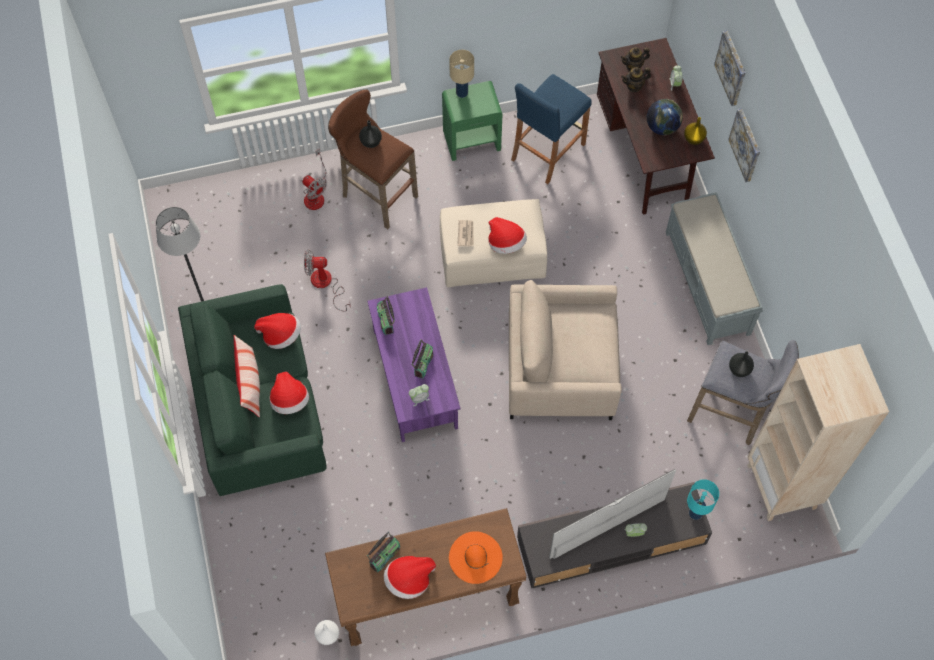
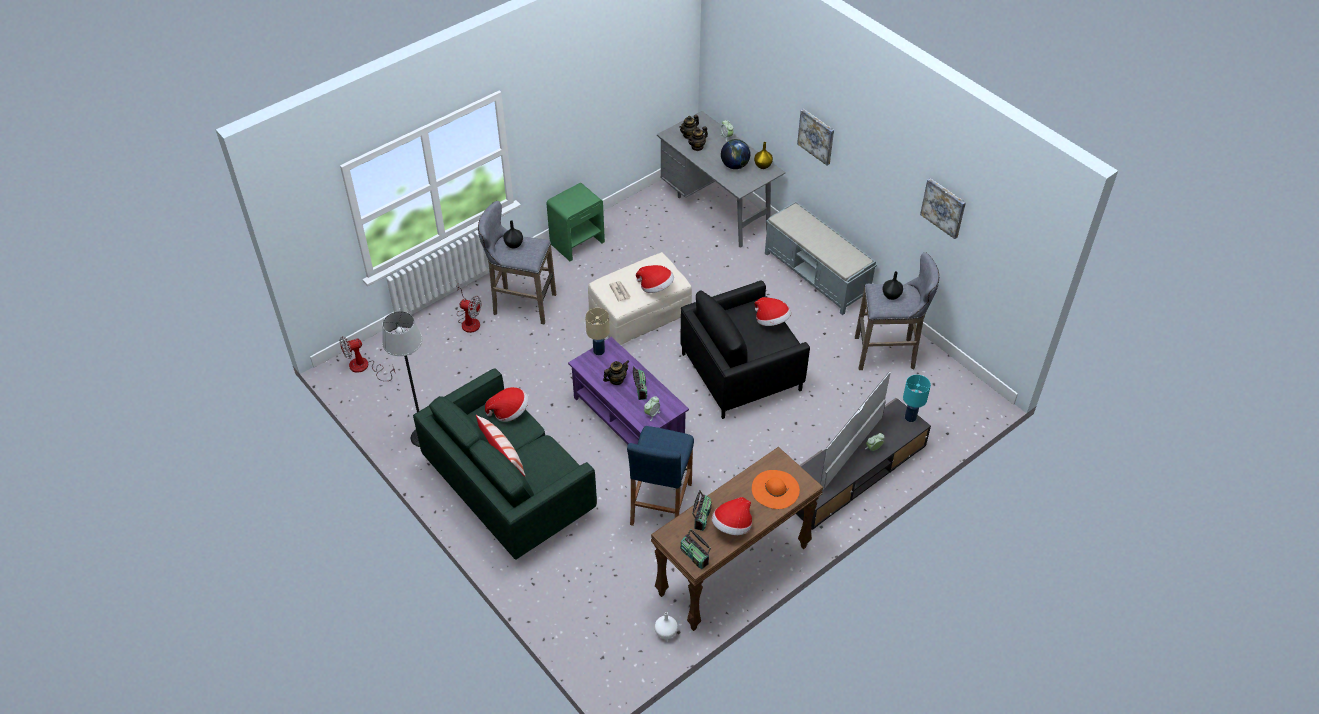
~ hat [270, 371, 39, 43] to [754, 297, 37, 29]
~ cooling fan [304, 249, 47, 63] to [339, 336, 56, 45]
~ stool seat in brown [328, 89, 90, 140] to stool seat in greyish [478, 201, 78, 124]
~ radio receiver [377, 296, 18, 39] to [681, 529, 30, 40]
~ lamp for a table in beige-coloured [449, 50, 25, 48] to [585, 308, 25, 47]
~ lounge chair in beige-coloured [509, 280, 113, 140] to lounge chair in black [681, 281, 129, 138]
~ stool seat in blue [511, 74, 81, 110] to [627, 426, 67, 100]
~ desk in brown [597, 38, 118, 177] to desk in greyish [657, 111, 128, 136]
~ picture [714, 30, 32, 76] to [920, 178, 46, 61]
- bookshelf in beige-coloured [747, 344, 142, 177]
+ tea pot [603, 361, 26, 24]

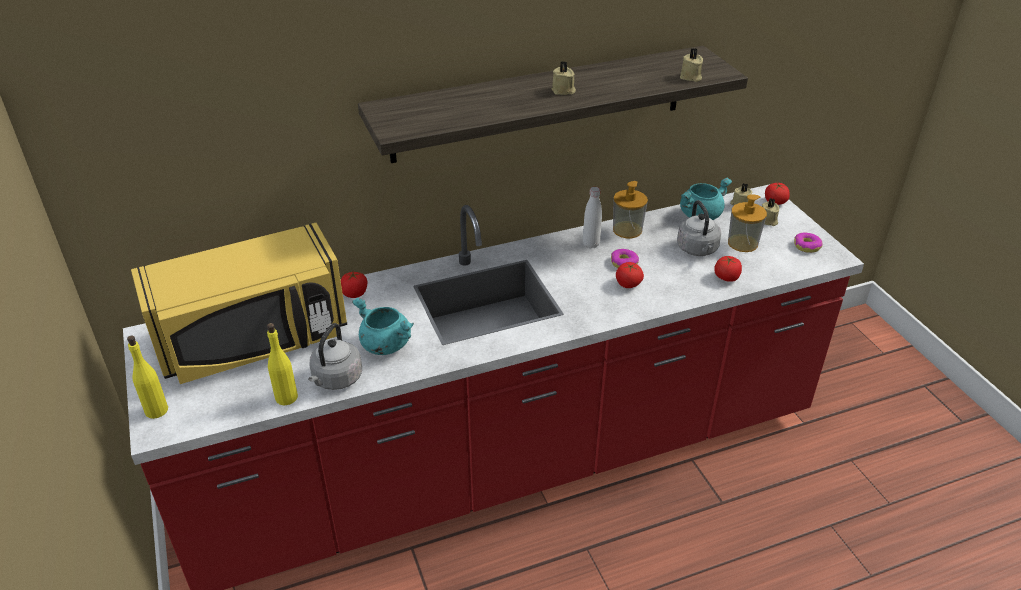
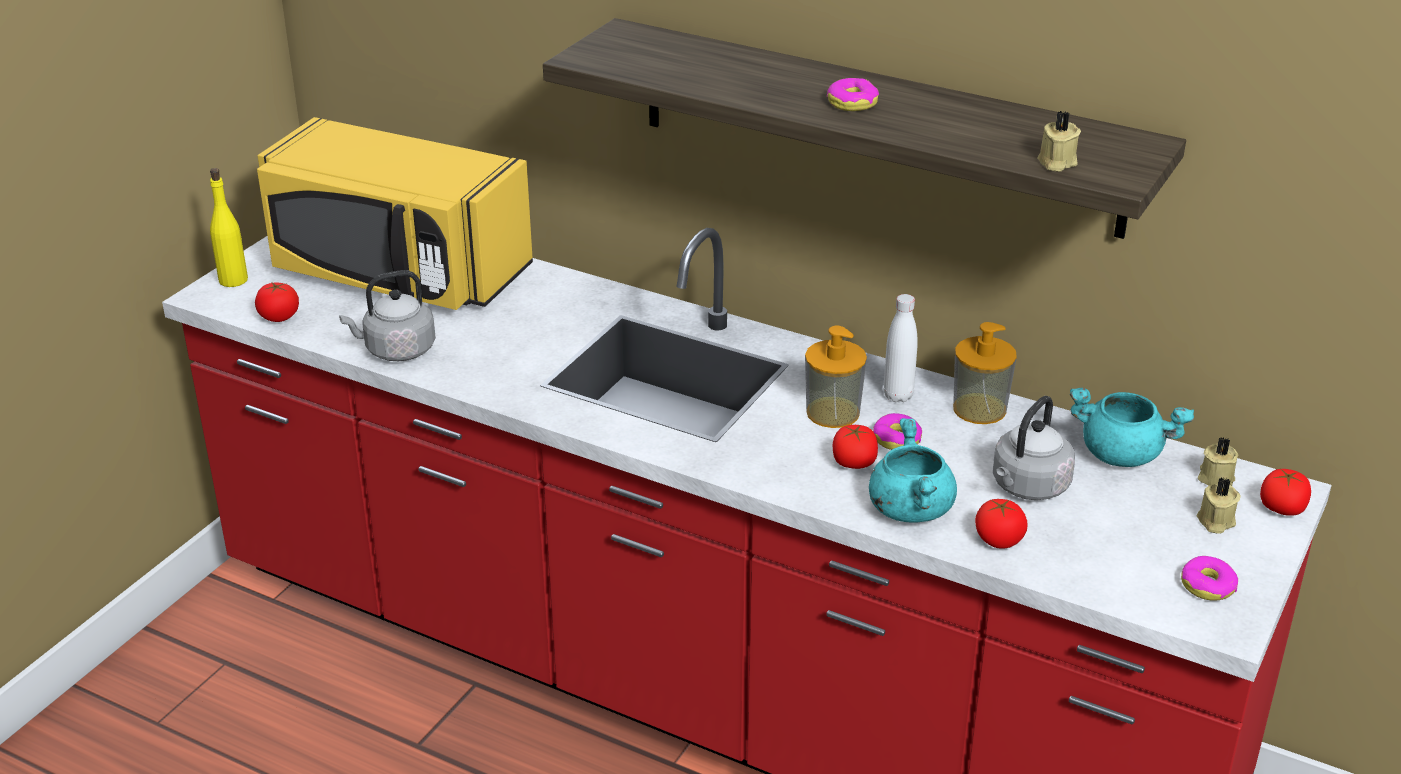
- drink bottle in yellow [267, 323, 31, 82]
~ tomato [341, 272, 26, 26] to [255, 282, 44, 40]
~ saucepot in blue-green [352, 297, 62, 58] to [869, 418, 88, 105]
~ wax candle in beige-coloured [552, 61, 24, 34] to doughnut [827, 78, 52, 33]
~ liquid soap bottle [728, 194, 39, 58] to [805, 325, 62, 103]

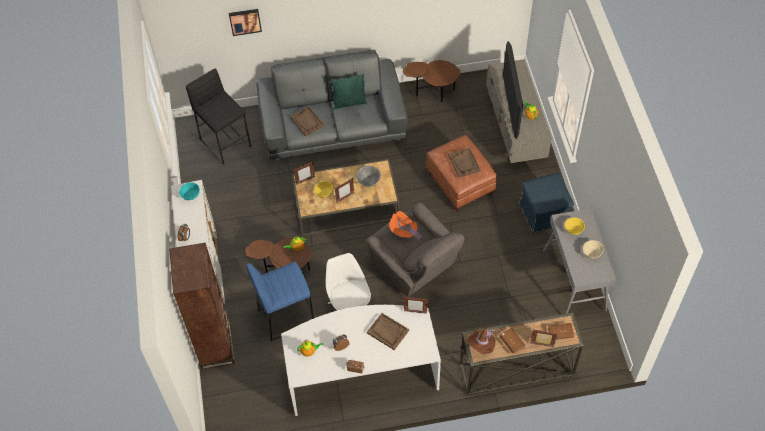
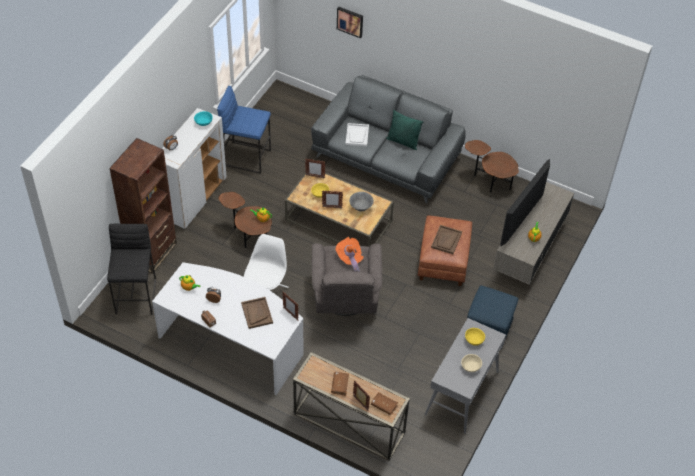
~ stool seat in black [186, 69, 65, 96] to [107, 224, 49, 91]
~ stool seat in blue [246, 261, 68, 80] to [217, 86, 54, 88]
~ carrying tray in brown [290, 107, 34, 29] to carrying tray in white [346, 123, 23, 23]
- hat in brown [465, 326, 30, 28]

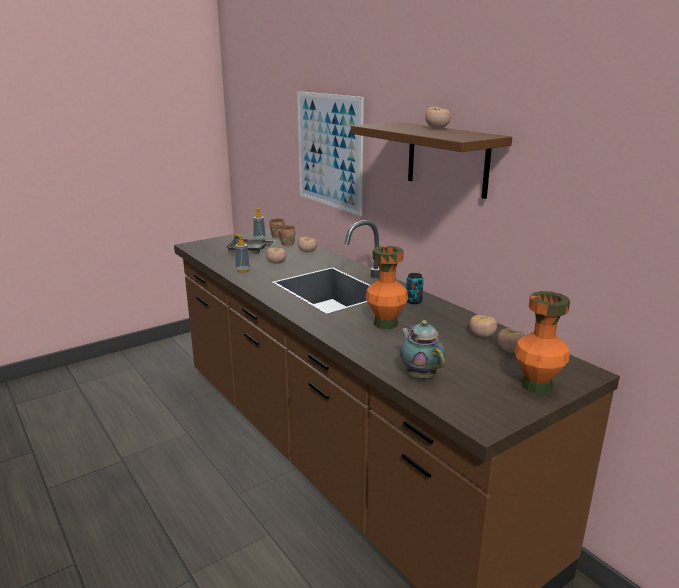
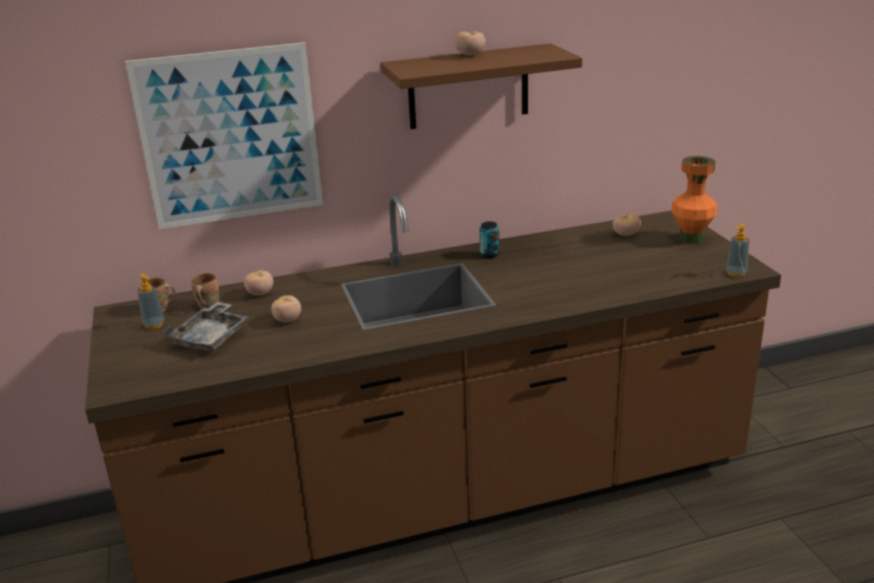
~ liquid soap bottle [234, 234, 16, 39] to [726, 223, 23, 54]
- flower vase in orangey [365, 246, 43, 83]
- tea pot [400, 320, 45, 59]
- tomato [469, 315, 28, 22]

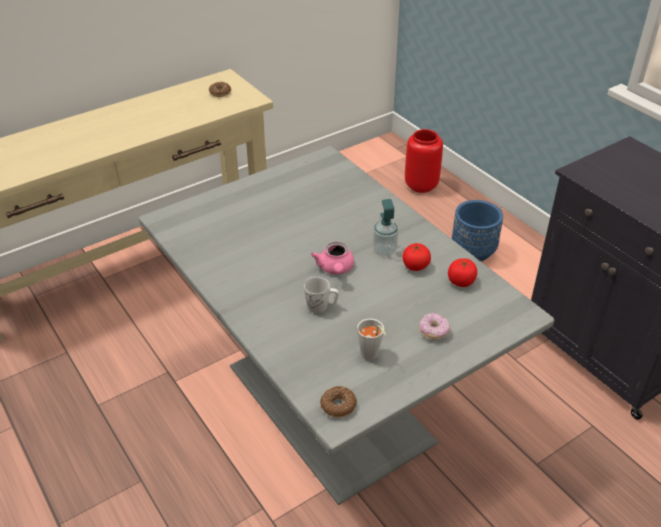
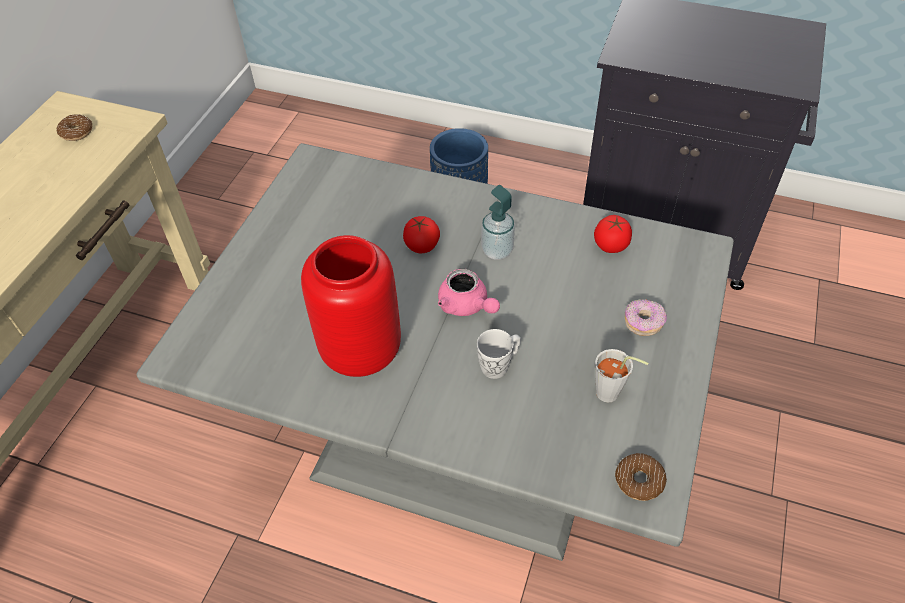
~ tomato [403, 242, 28, 29] to [403, 216, 37, 38]
~ flower vase in red-coloured [405, 129, 38, 64] to [301, 235, 100, 142]

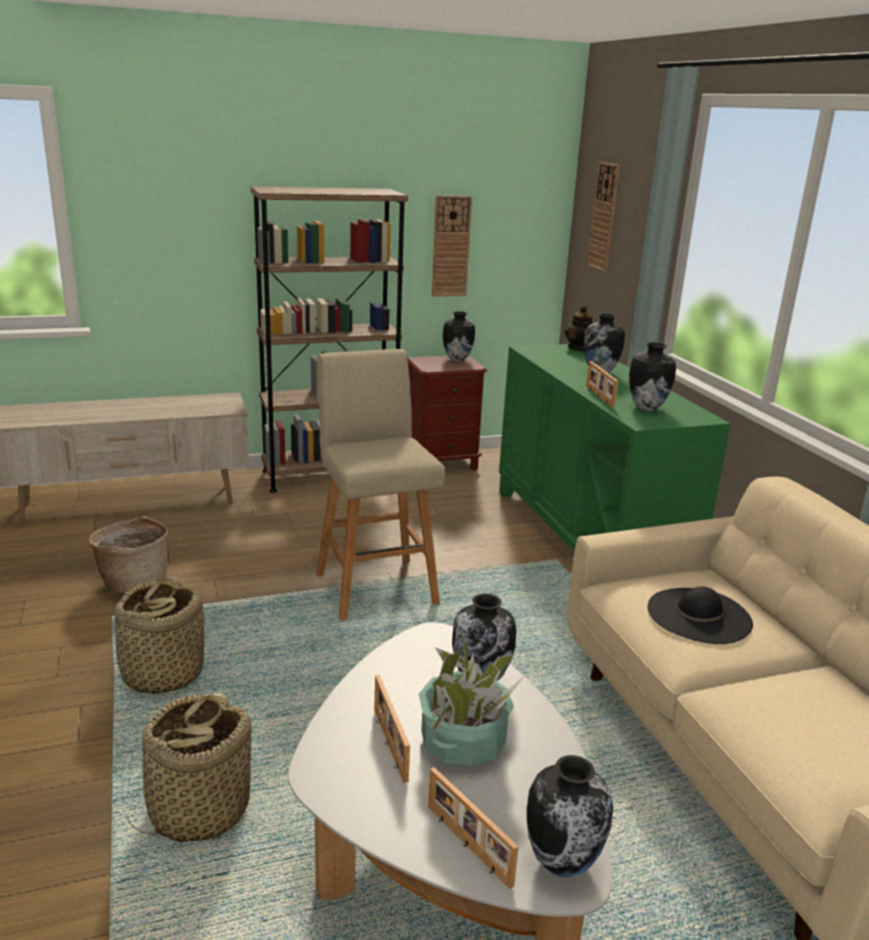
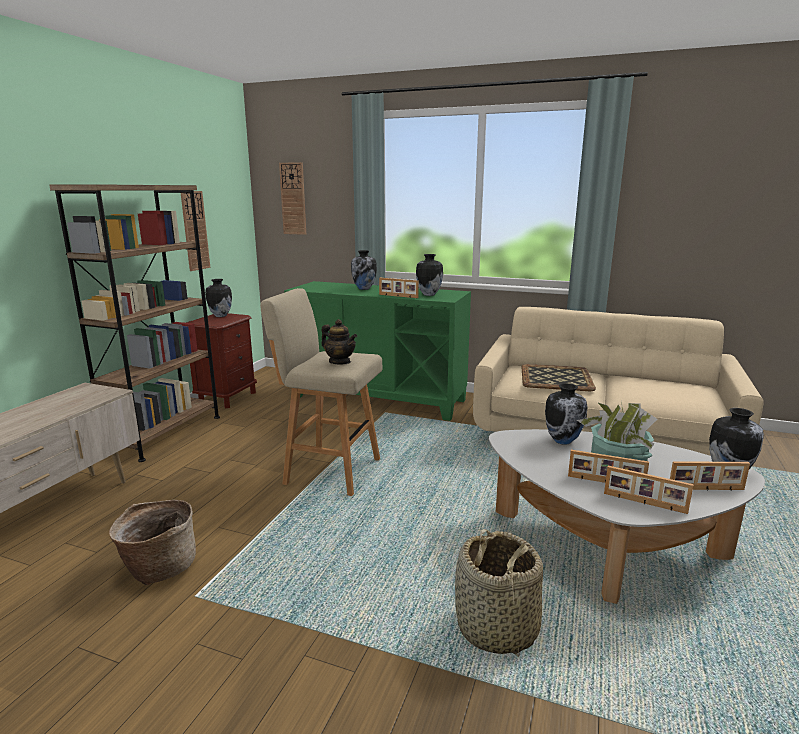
- storage basket [108, 577, 96, 117]
~ tea pot [564, 305, 29, 46] to [321, 319, 36, 45]
~ hat in black [648, 586, 105, 58] to carrying tray [521, 364, 75, 27]
+ photo frame [604, 466, 89, 48]

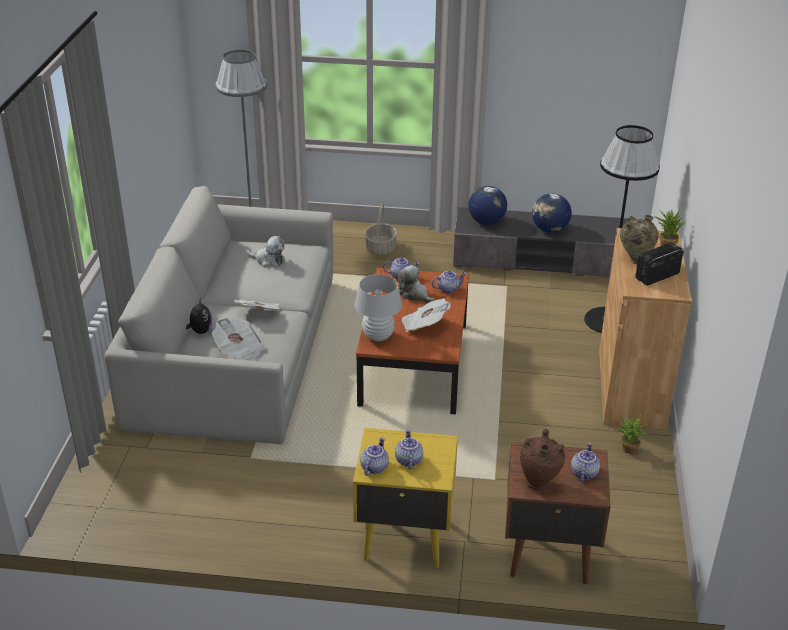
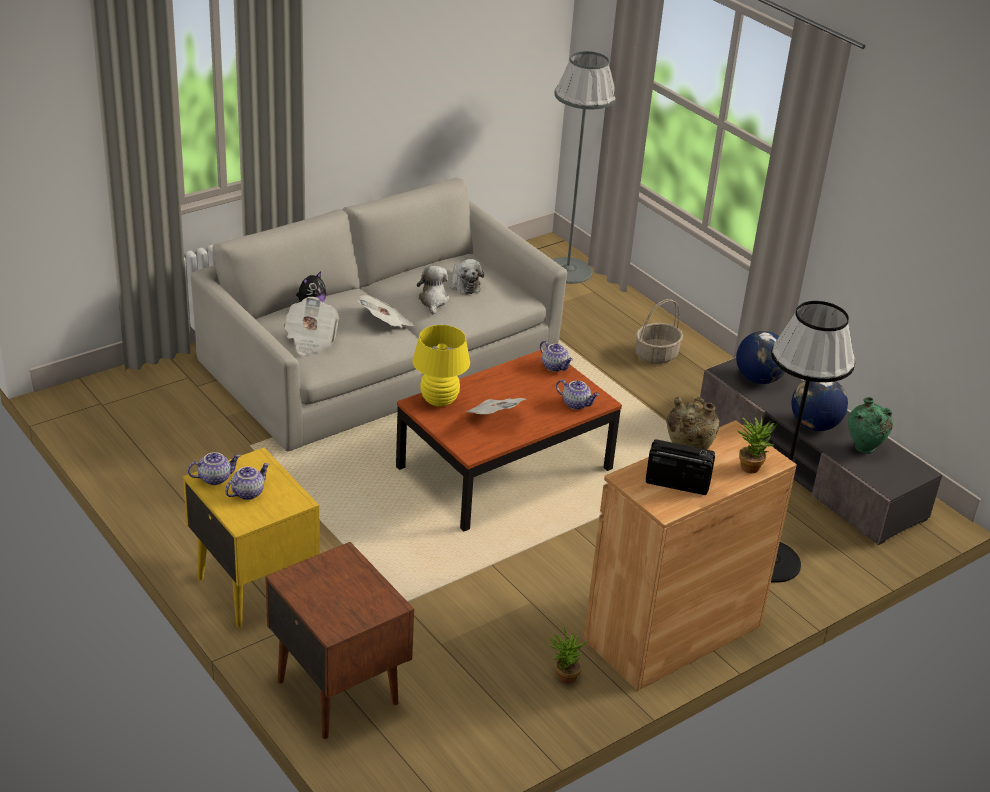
~ lamp for a table in white [355, 274, 47, 67] to lamp for a table in yellow [413, 325, 57, 82]
~ plush toy [398, 265, 36, 38] to [417, 265, 33, 50]
- flower vase in brown [520, 429, 45, 61]
- tea pot [571, 443, 29, 39]
+ flower vase in greenish [848, 397, 45, 57]

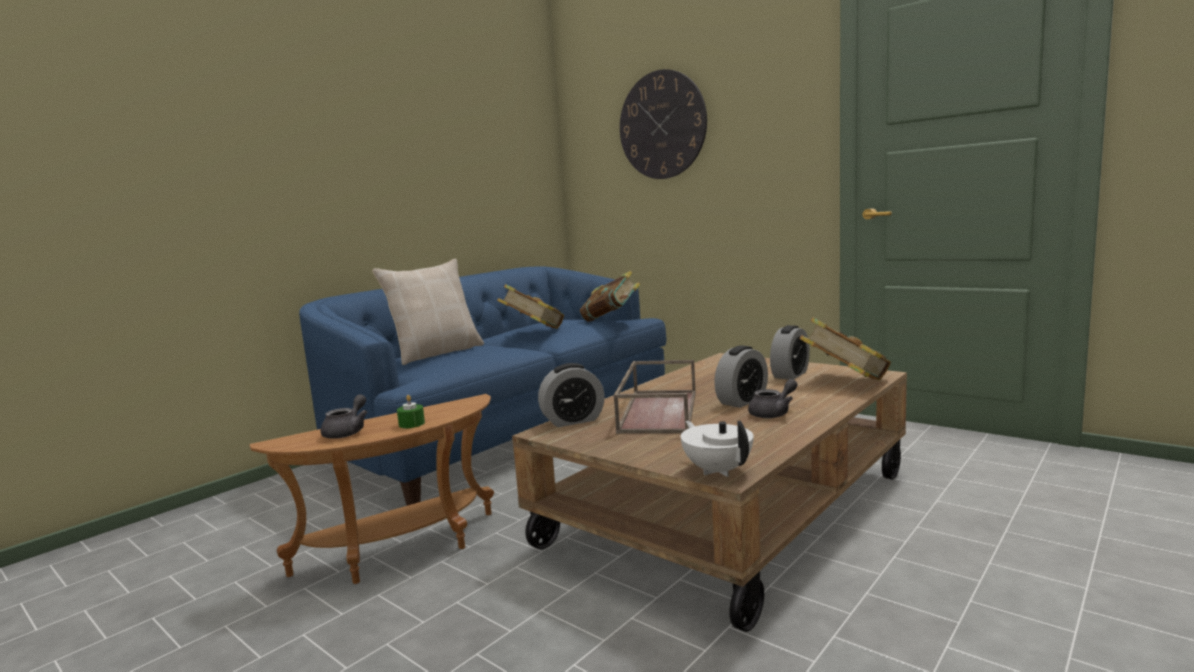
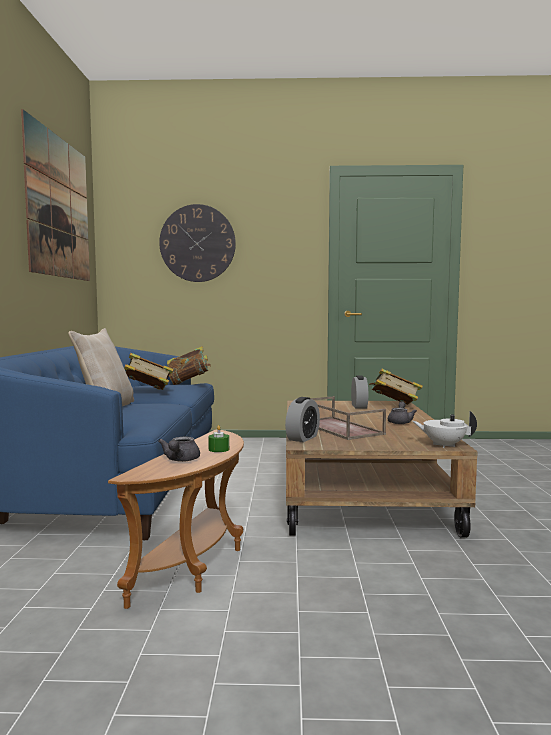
~ tea pot in greyish [321, 394, 47, 45] = [158, 437, 42, 25] 150 degrees counterclockwise
- alarm clock [714, 345, 54, 63]
+ picture [21, 109, 69, 172]

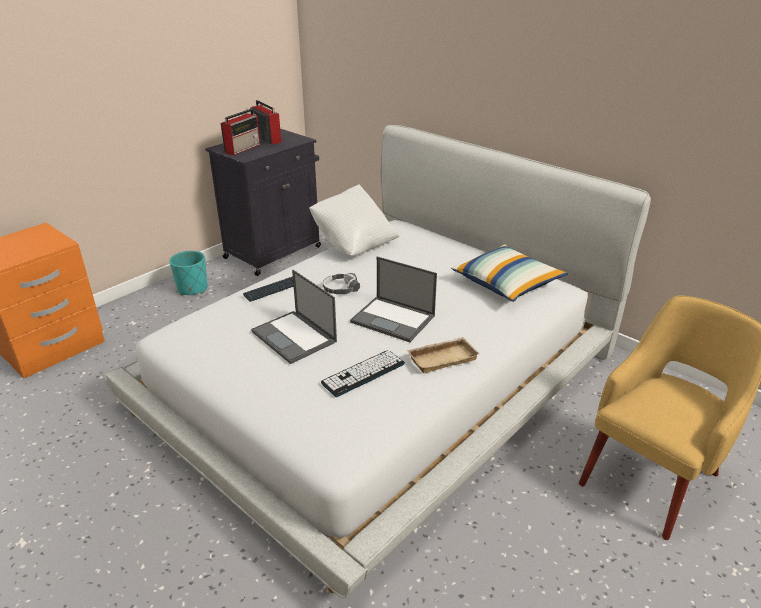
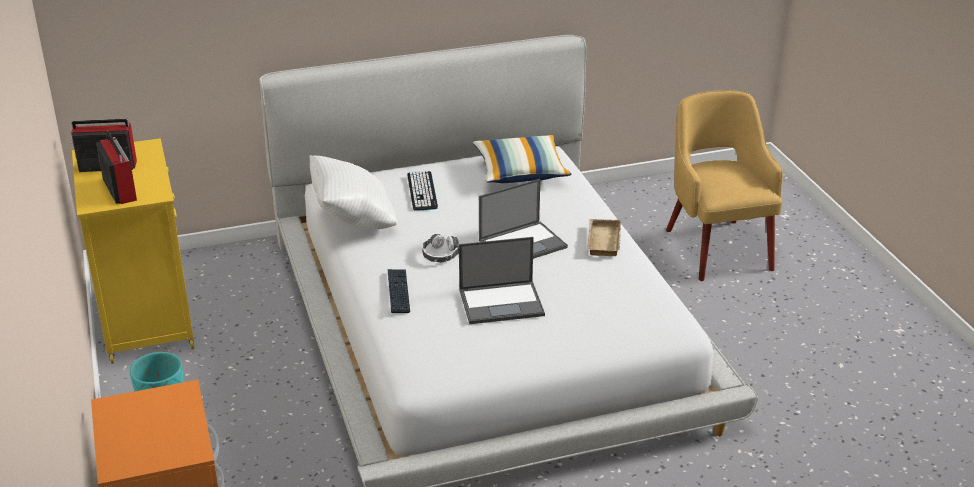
~ cupboard in black [205, 129, 116, 147] to cupboard in yellow [72, 138, 122, 226]
~ PC keyboard [321, 350, 84, 47] to [407, 171, 31, 40]

